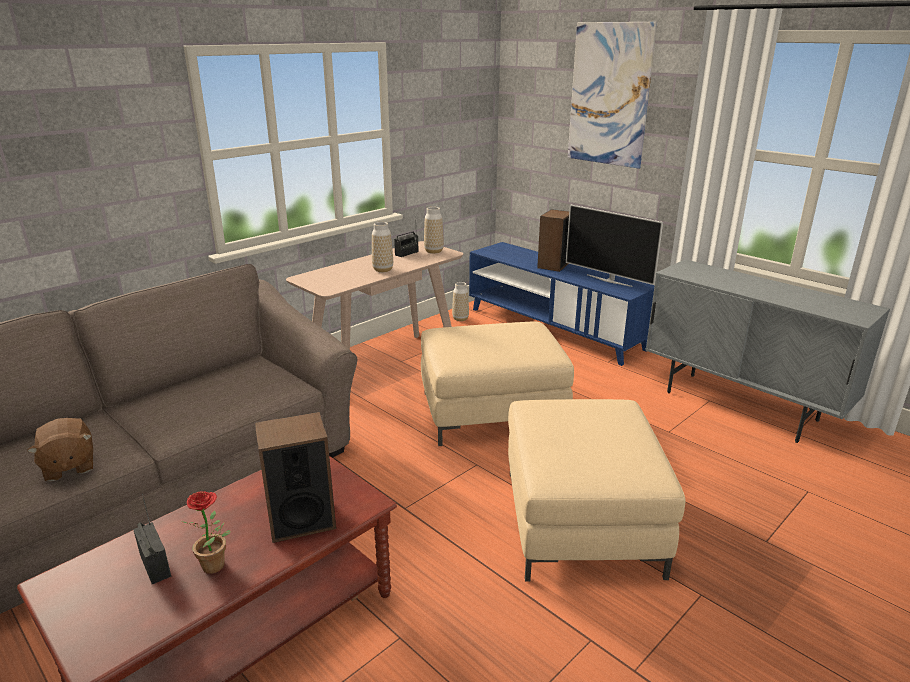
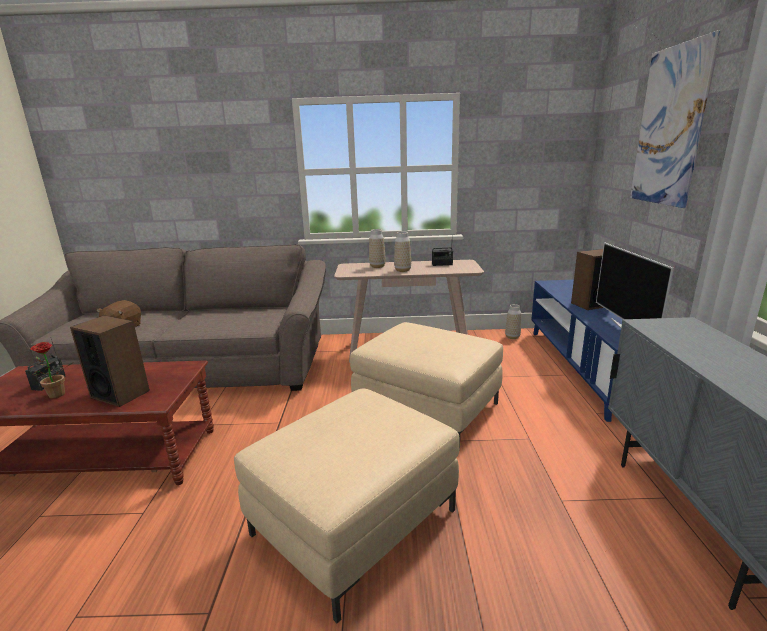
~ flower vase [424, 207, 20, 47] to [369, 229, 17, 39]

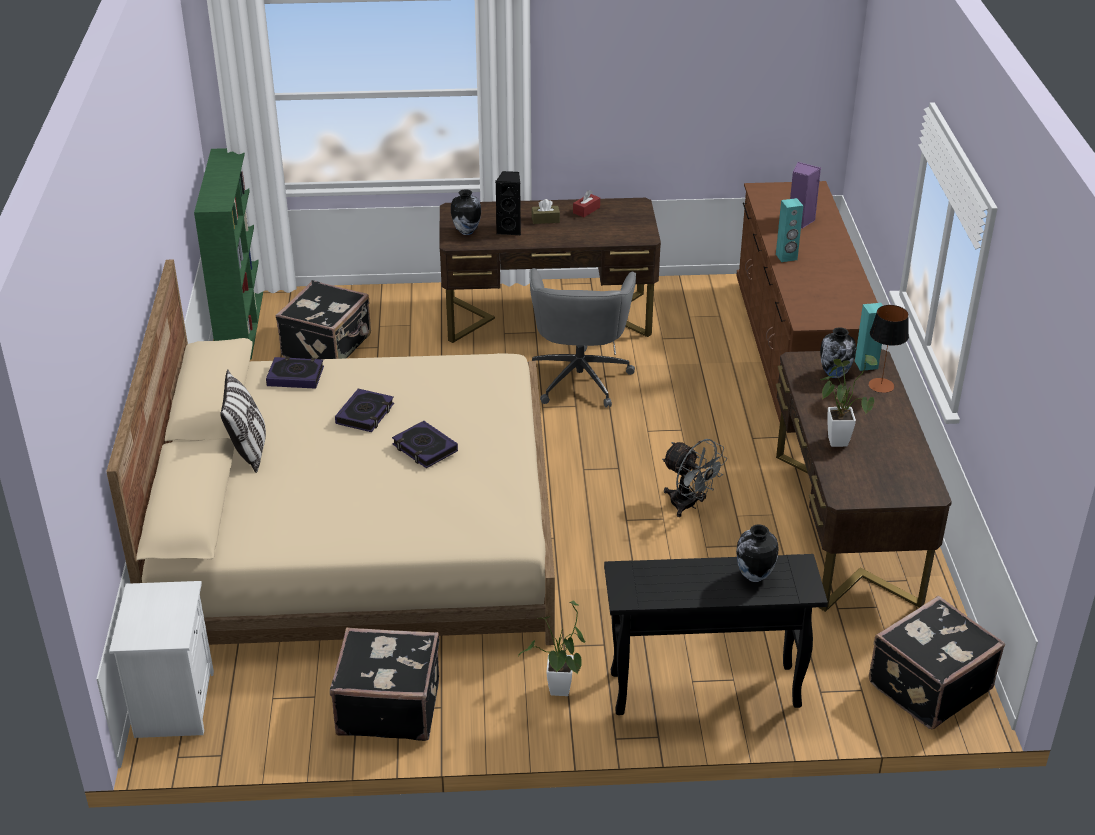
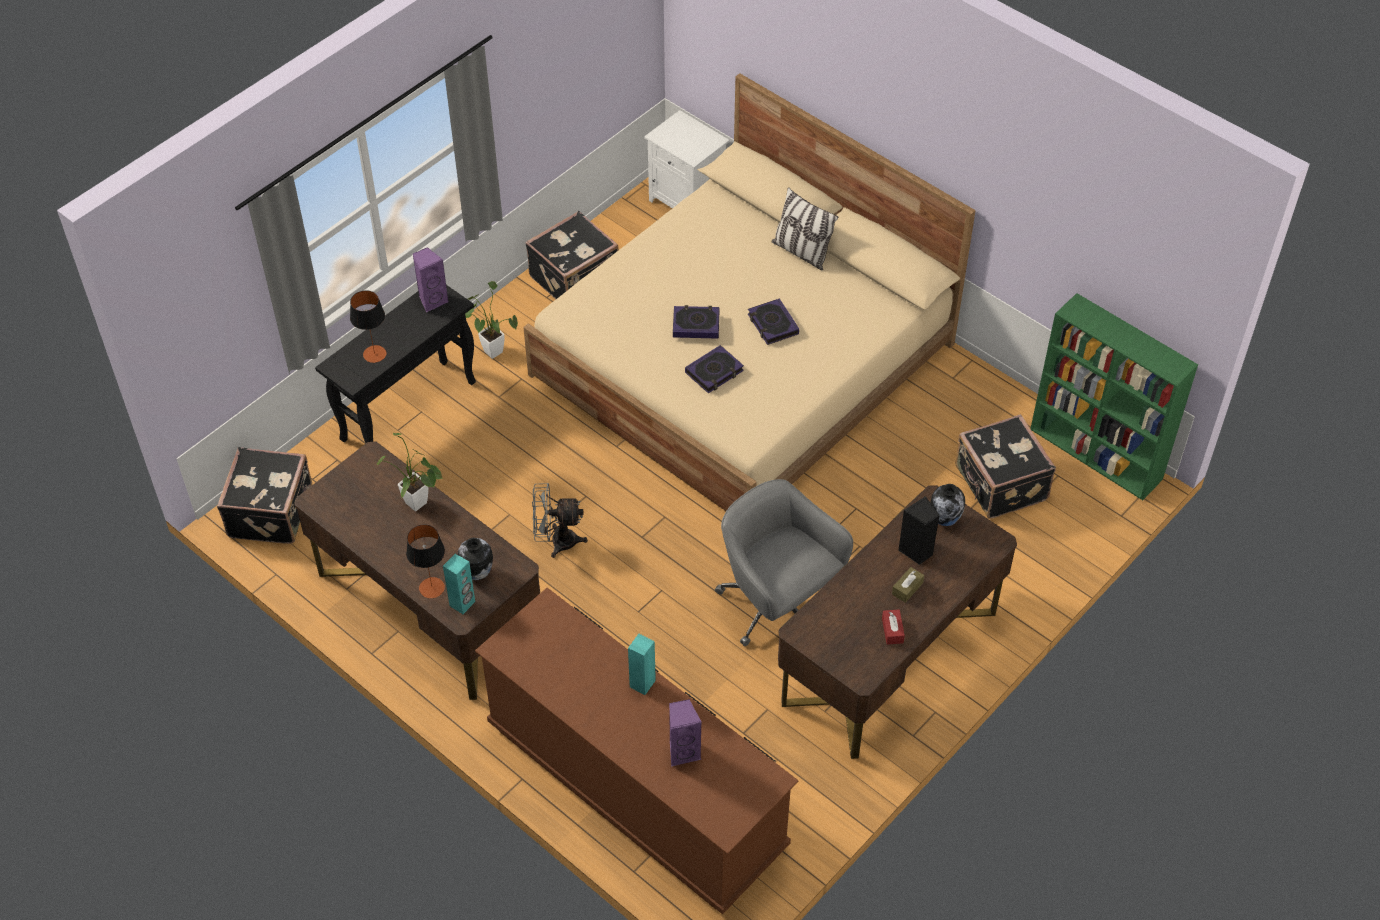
~ bound book [266, 356, 58, 33] to [685, 345, 59, 48]
~ flower vase [736, 524, 43, 58] to lamp for a table [350, 290, 37, 73]
+ speaker in purplish [413, 247, 36, 65]

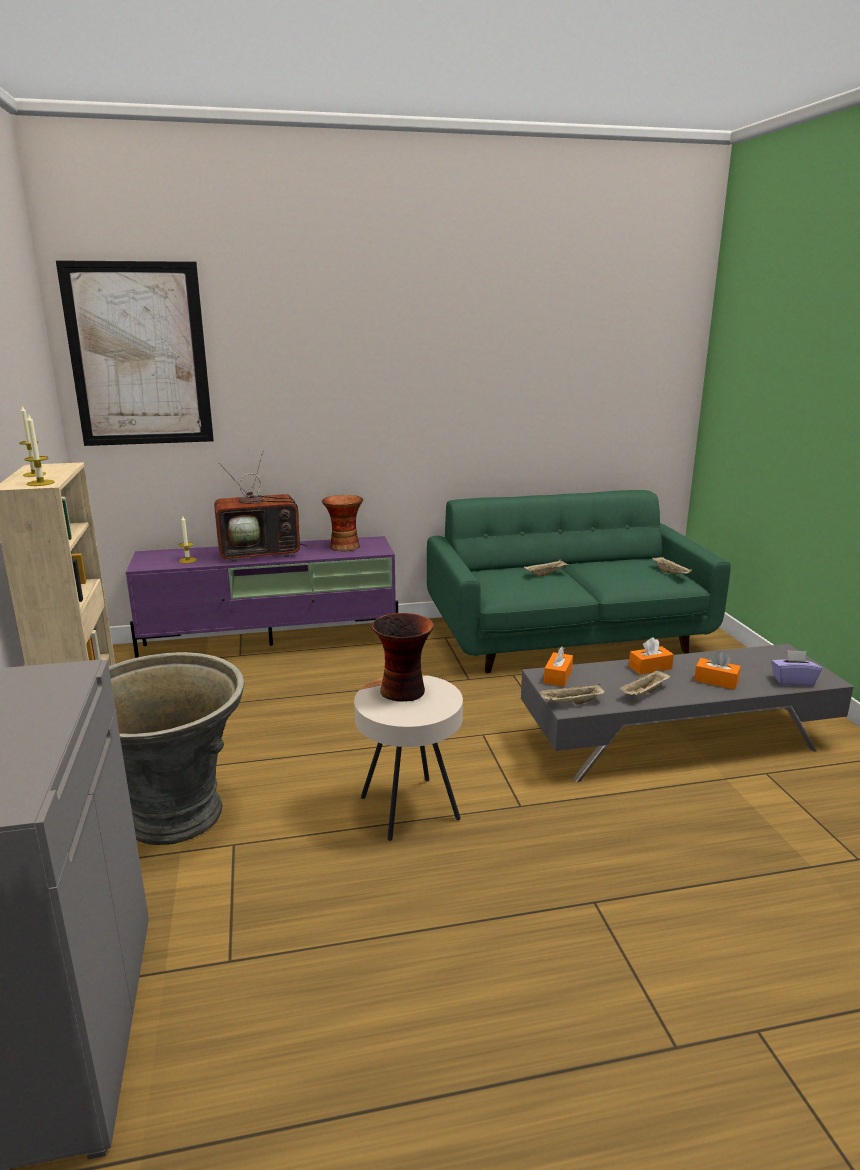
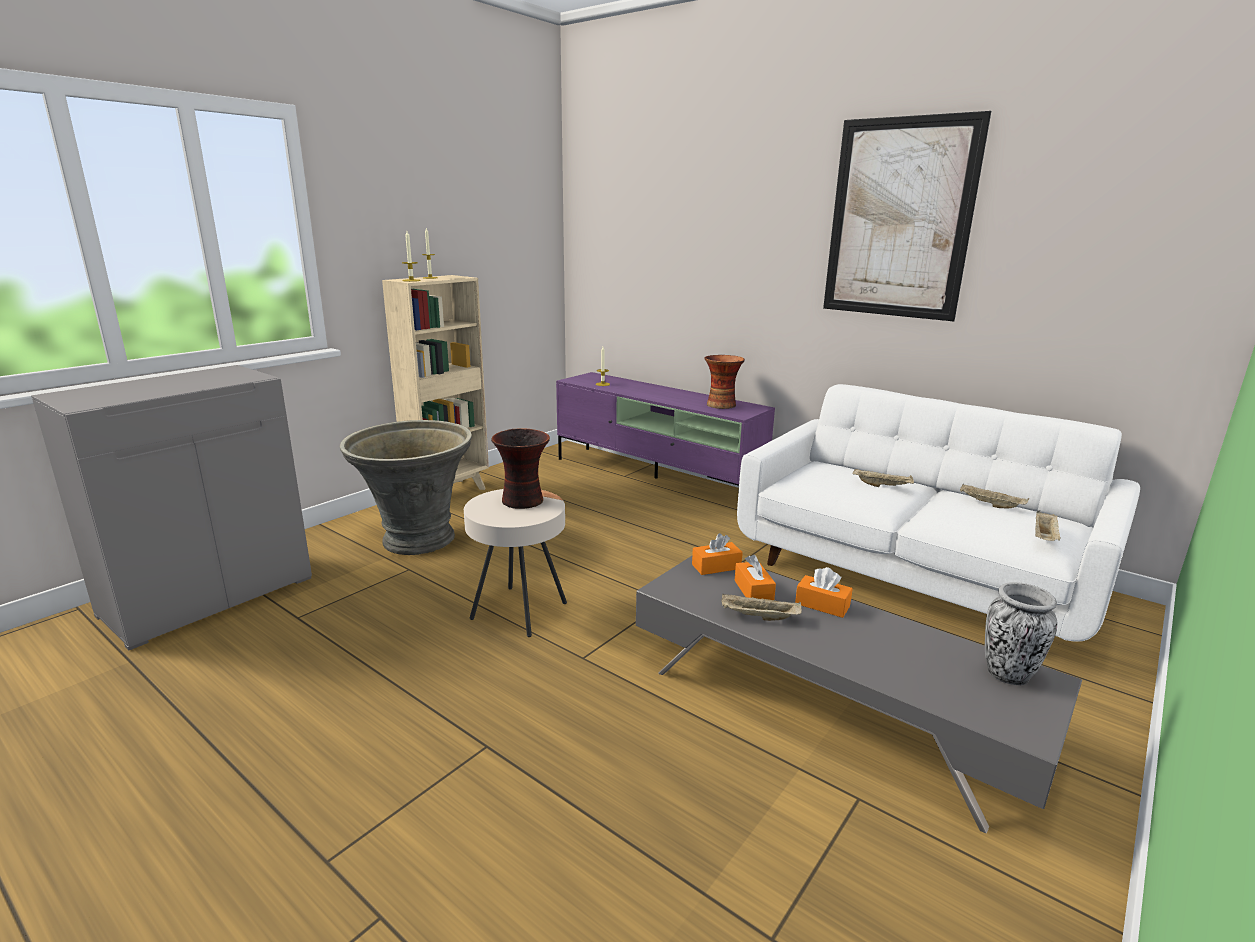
~ picture [56, 260, 158, 186] to [823, 111, 168, 210]
- TV set [214, 450, 98, 112]
~ couch in greenish [427, 490, 304, 183] to couch in white [737, 384, 403, 258]
~ carrying tray in beige-coloured [539, 684, 66, 20] to [960, 484, 69, 25]
~ box of tissues in orangey [694, 651, 47, 39] to [735, 555, 41, 45]
- box of tissues in purplish [771, 650, 51, 36]
+ flower vase [985, 582, 72, 103]

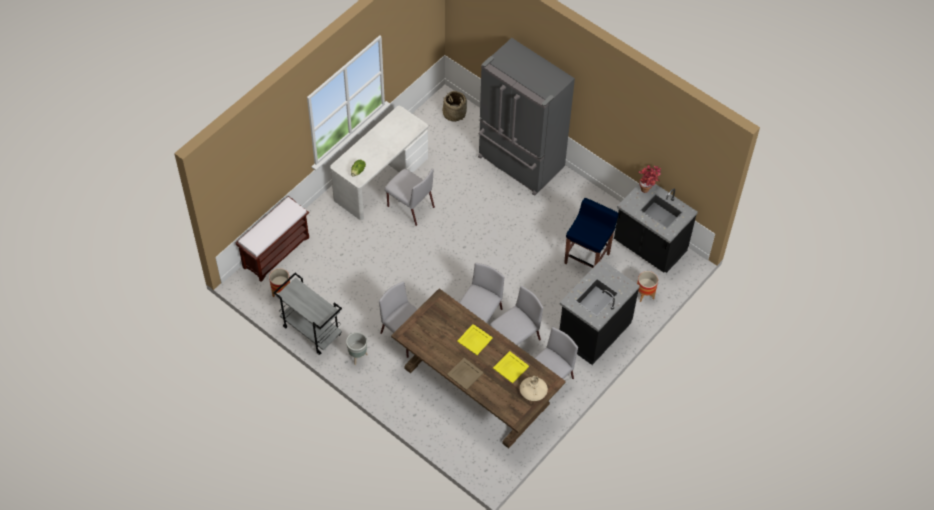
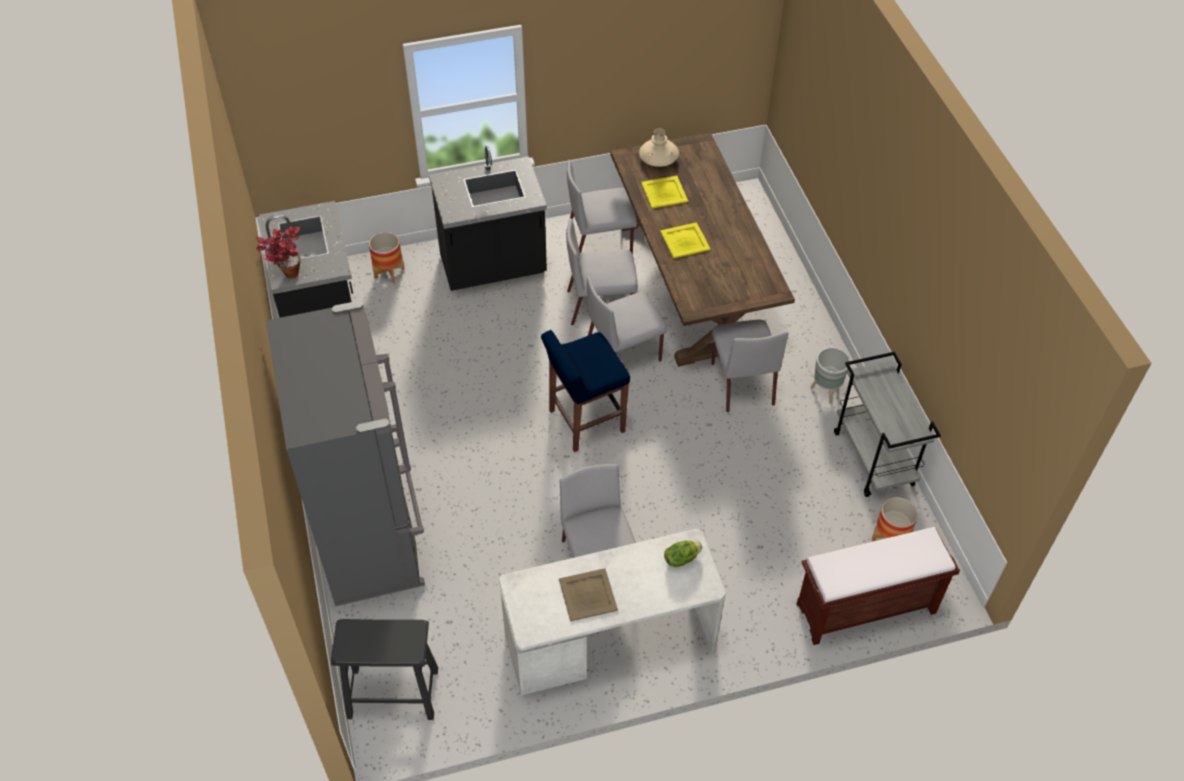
~ storage basket [443, 91, 24, 31] to stool seat in black [331, 619, 107, 101]
~ carrying tray in beige-coloured [447, 358, 36, 32] to [559, 568, 59, 54]
~ stool seat in blue [564, 198, 55, 70] to [541, 330, 89, 122]

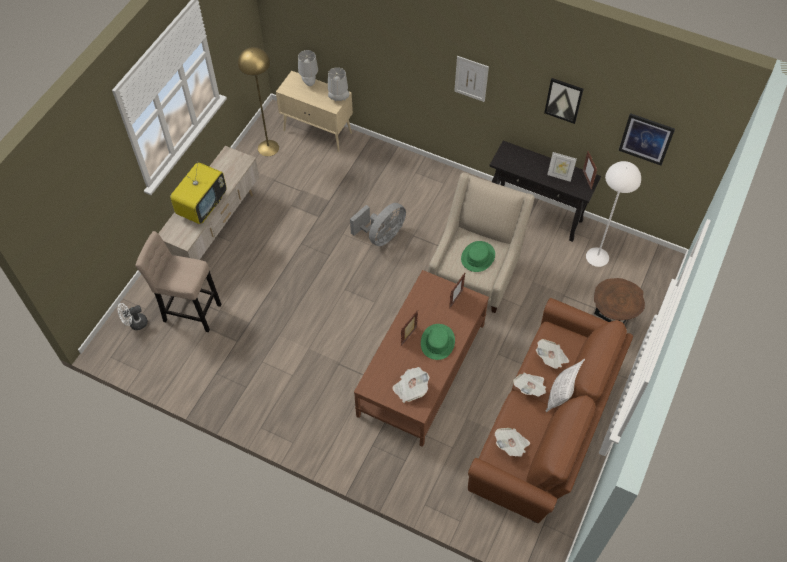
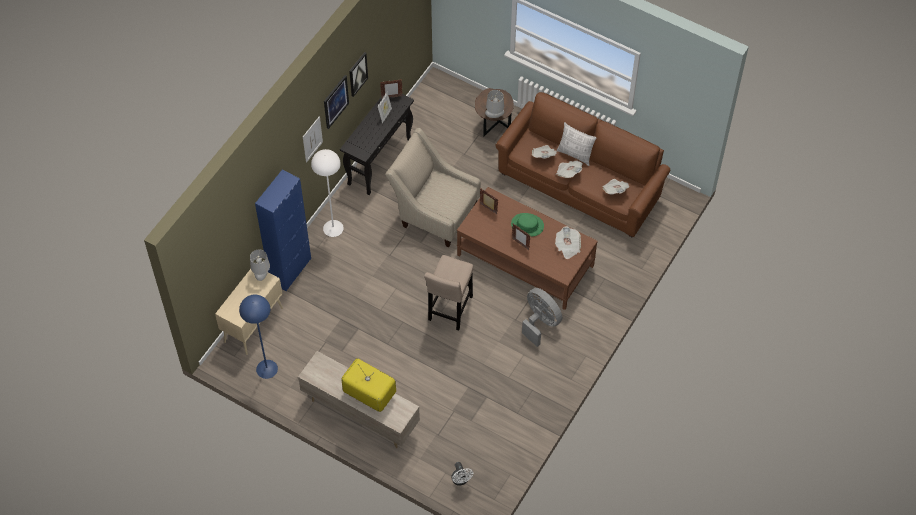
~ stool seat in beige-coloured [135, 231, 86, 101] to [424, 255, 49, 75]
~ standing lamp in yellow [238, 47, 41, 109] to standing lamp in blue [239, 294, 39, 85]
~ lamp for a table in greyish [298, 50, 20, 36] to [485, 90, 19, 28]
~ cooling fan in greyish [350, 203, 56, 43] to [522, 288, 40, 59]
- hat in greenish [461, 241, 34, 31]
~ standing lamp in white [586, 161, 55, 106] to [311, 149, 33, 88]
~ picture [618, 113, 57, 52] to [324, 75, 25, 54]
+ cupboard in blue [255, 170, 56, 121]

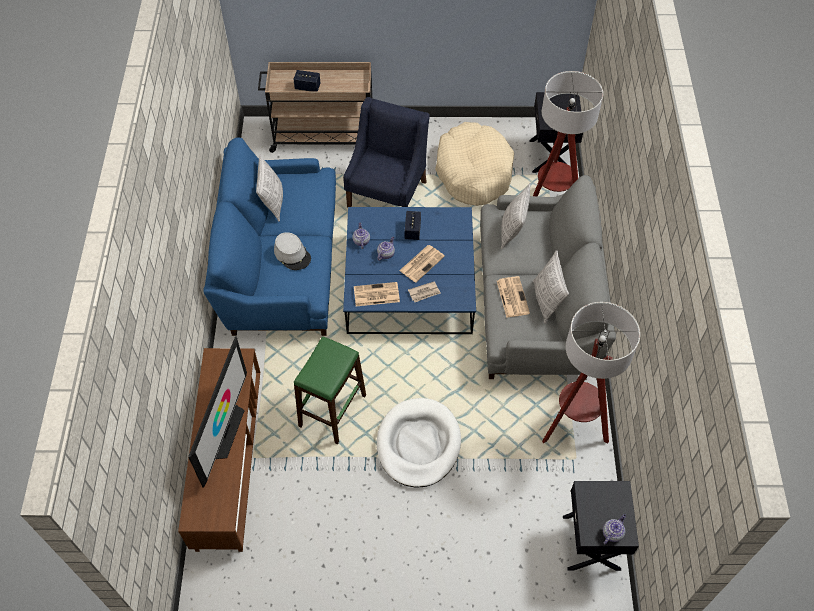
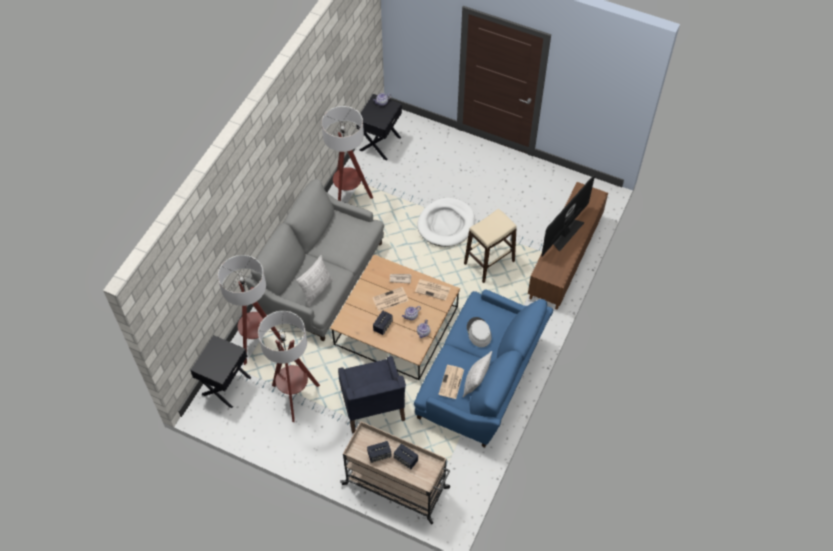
~ stool seat in greenish [294, 337, 72, 108] to stool seat in beige-coloured [464, 209, 53, 74]
~ lounge chair in blue [343, 97, 87, 110] = [338, 356, 68, 77] 60 degrees counterclockwise
~ low table in blue [343, 207, 133, 127] to low table in brown [330, 255, 130, 125]
~ dog cushion in beige-coloured [435, 122, 79, 84] to standing lamp [258, 311, 62, 111]
~ newspaper [497, 276, 33, 42] to [438, 365, 26, 34]
- pillow [533, 250, 36, 74]
+ speaker [367, 441, 25, 22]

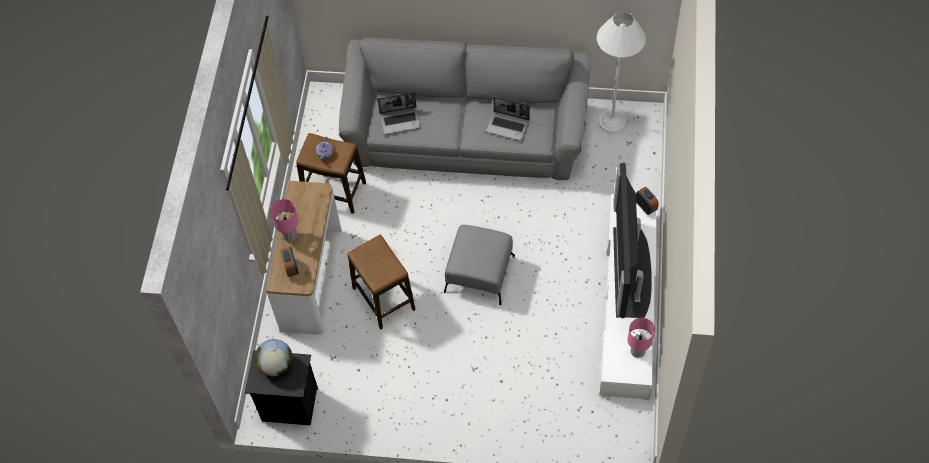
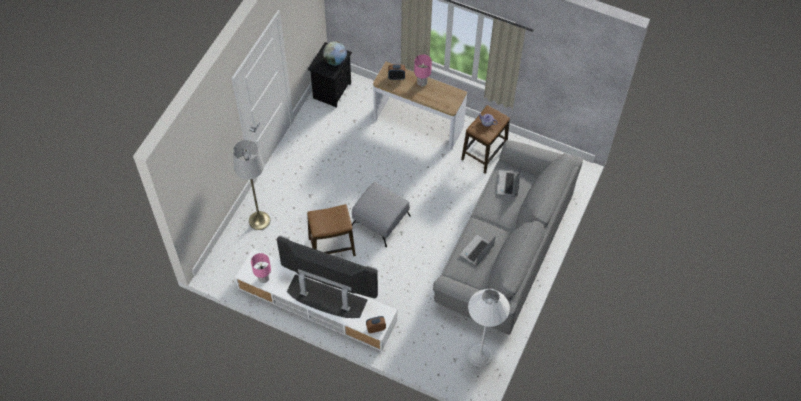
~ stool seat [347, 235, 69, 95] to [307, 204, 49, 52]
+ standing lamp in greyish [233, 140, 37, 90]

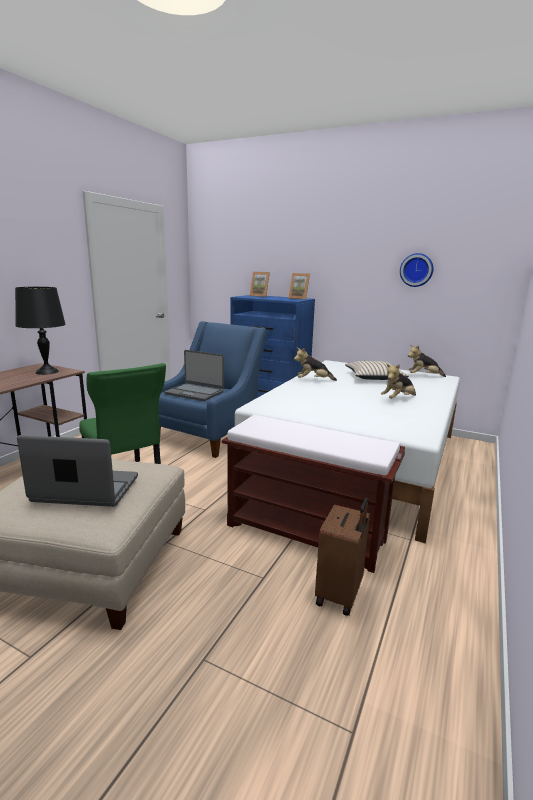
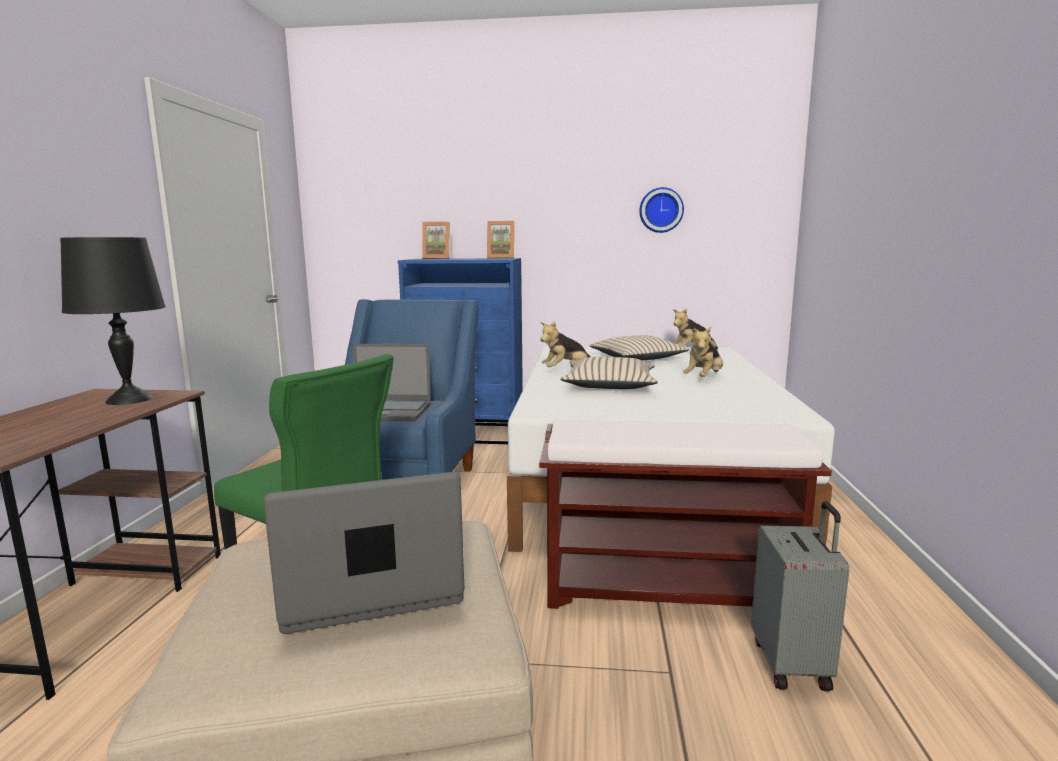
~ suitcase in brown [315, 498, 55, 118] to suitcase in greyish [751, 501, 98, 190]
+ pillow in beige-coloured [560, 357, 98, 32]

